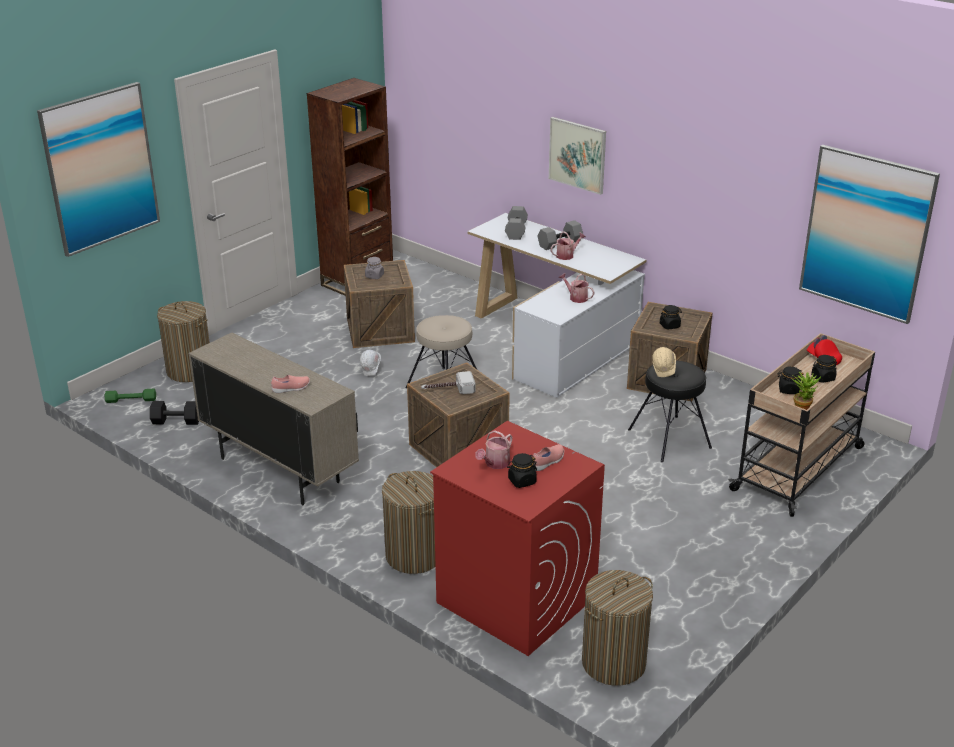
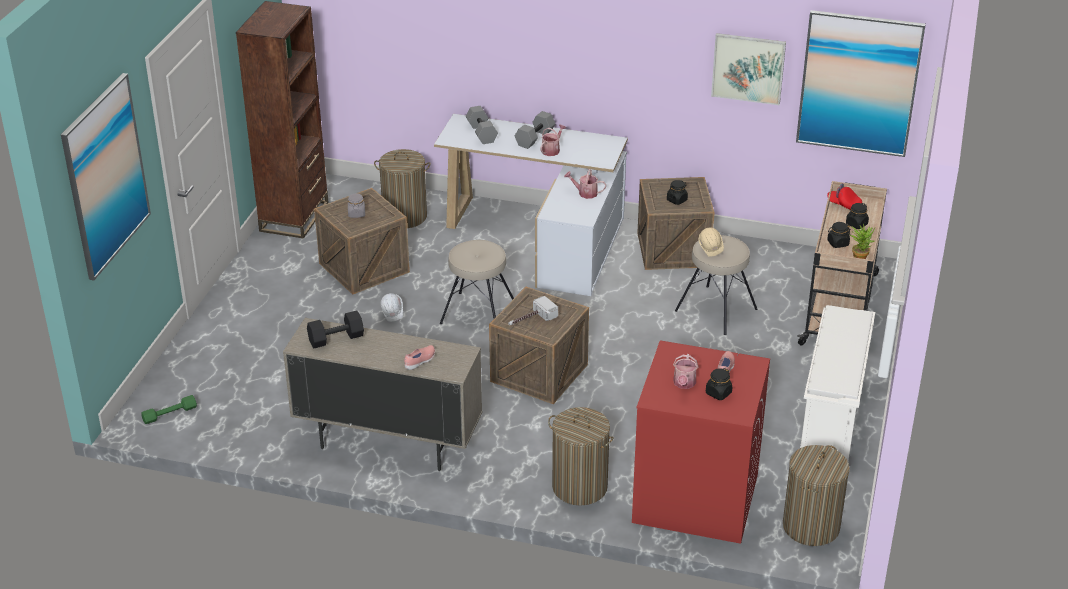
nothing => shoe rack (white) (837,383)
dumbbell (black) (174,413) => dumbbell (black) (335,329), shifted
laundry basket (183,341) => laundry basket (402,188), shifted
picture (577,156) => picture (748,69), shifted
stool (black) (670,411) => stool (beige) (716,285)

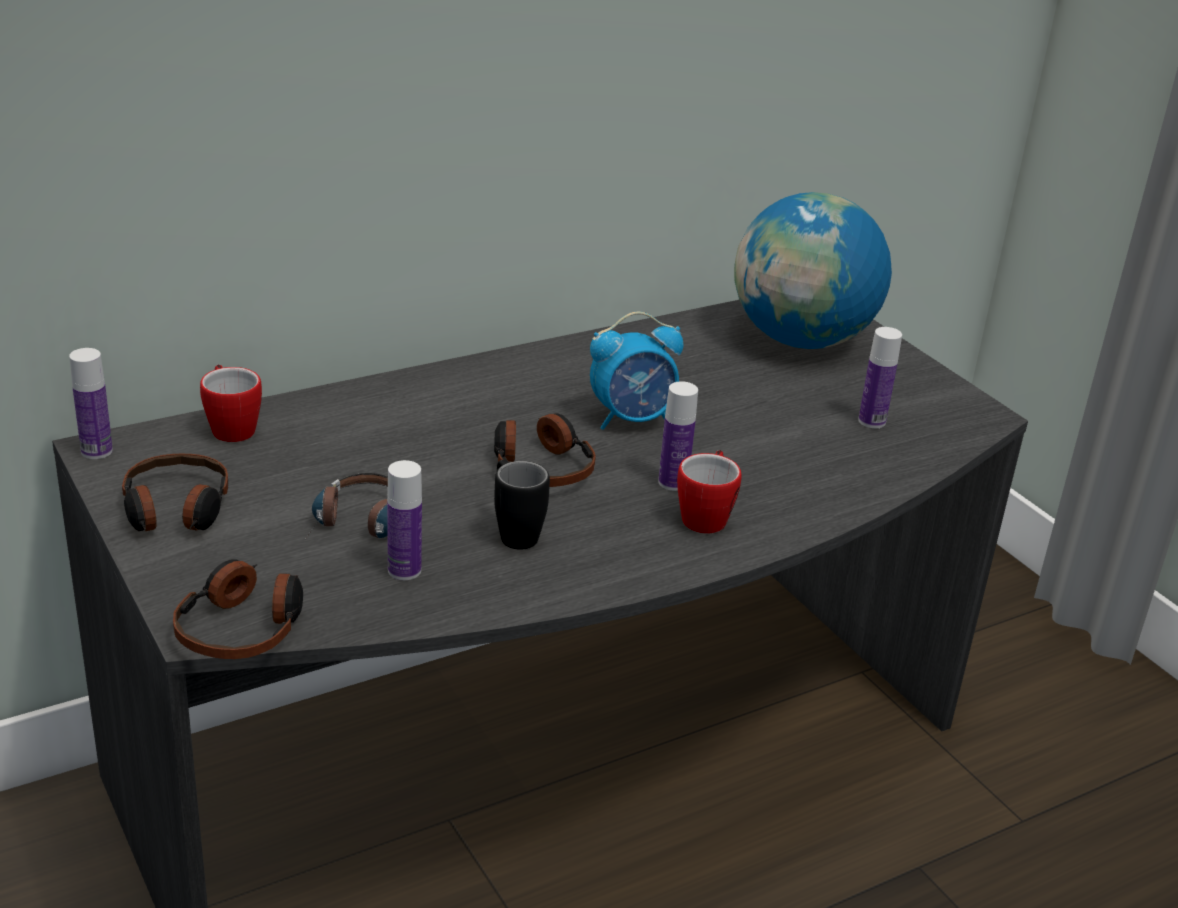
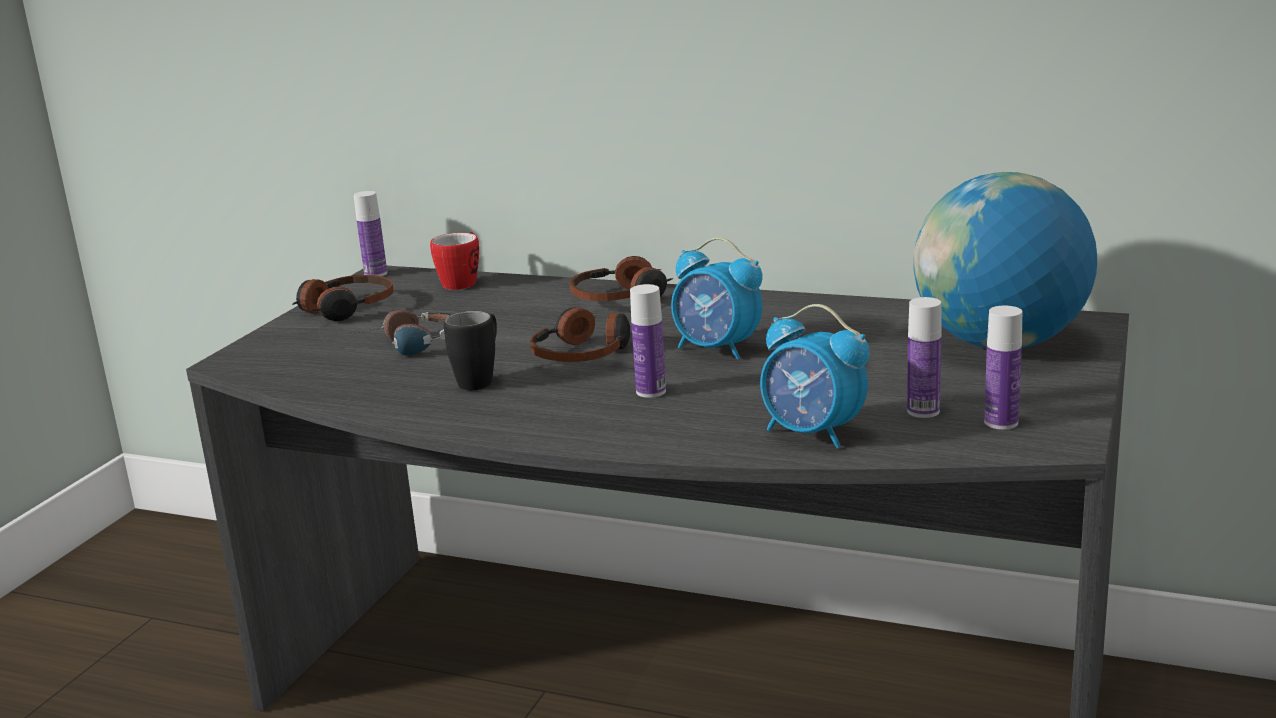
mug (709,492) => nothing
nothing => alarm clock (814,376)
headphones (238,609) => headphones (621,278), shifted
bottle (404,520) => bottle (1003,368), shifted

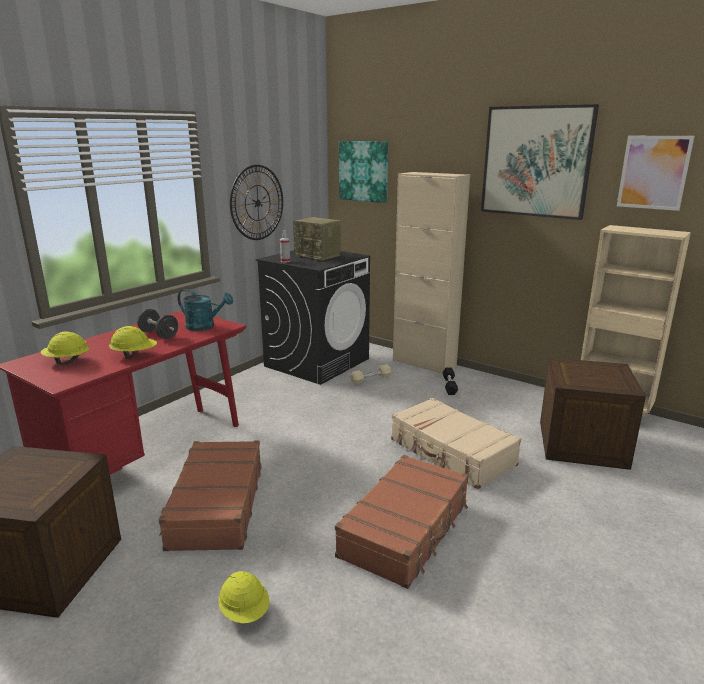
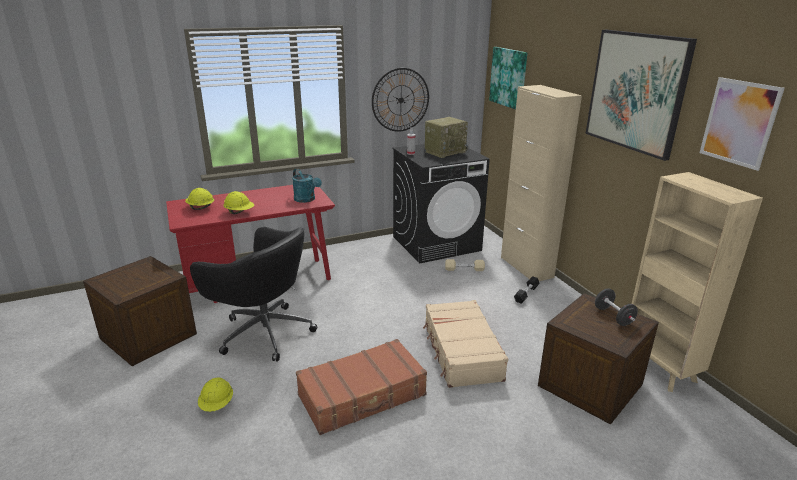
dumbbell (black) (157,324) => dumbbell (black) (616,307), shifted
suitcase (brown) (210,495) => office chair (black) (254,294)
radio (317,239) => radio (446,137), 105 degrees counterclockwise

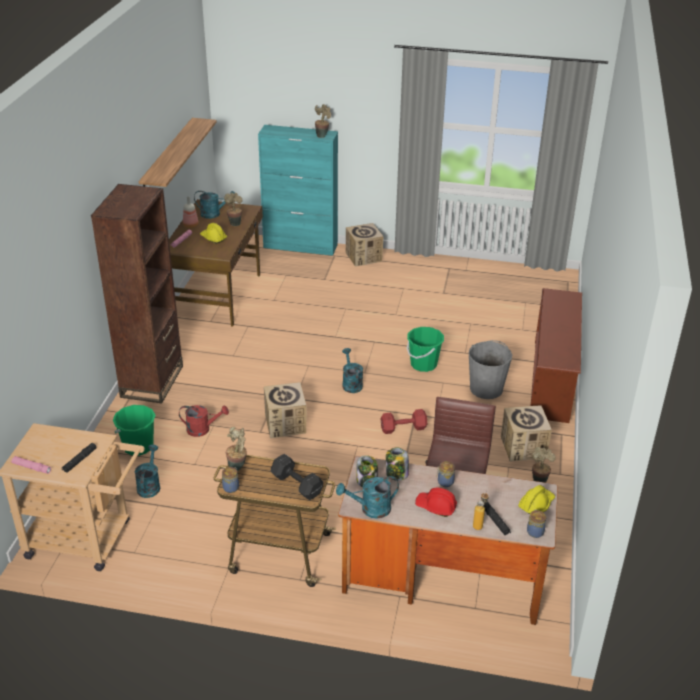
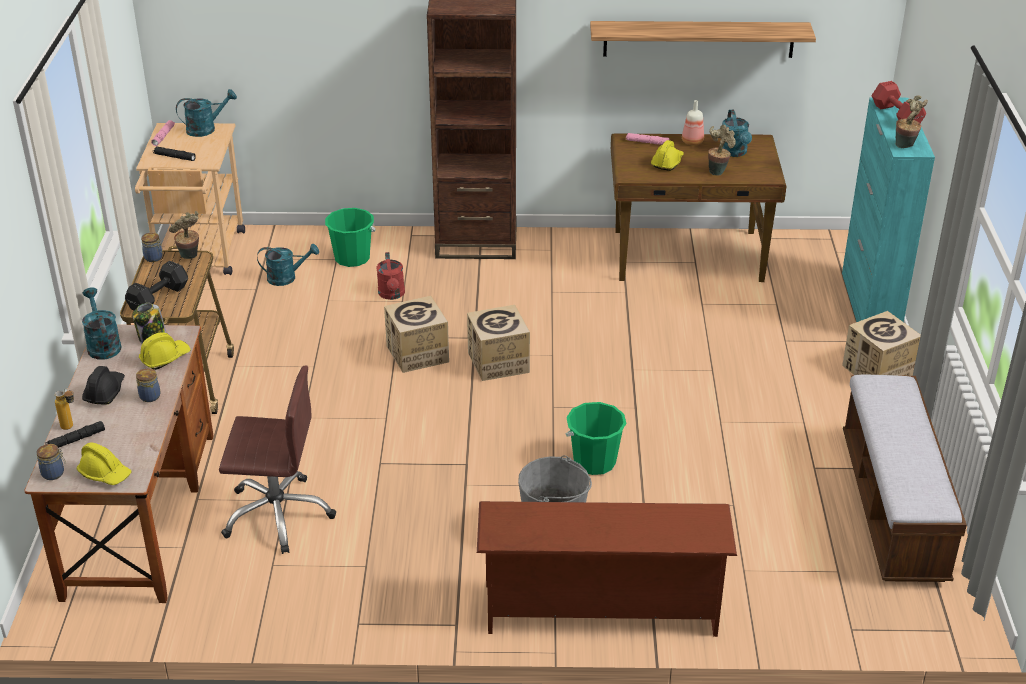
potted plant (544,465) => nothing
nothing => bench (905,478)
watering can (turquoise) (352,370) => watering can (turquoise) (206,113), shifted
dumbbell (red) (404,421) => dumbbell (red) (899,102), shifted
cardboard box (526,433) => cardboard box (498,343), shifted
jar (397,463) => hard hat (yellow) (165,351)
hard hat (red) (436,502) => hard hat (black) (103,385)

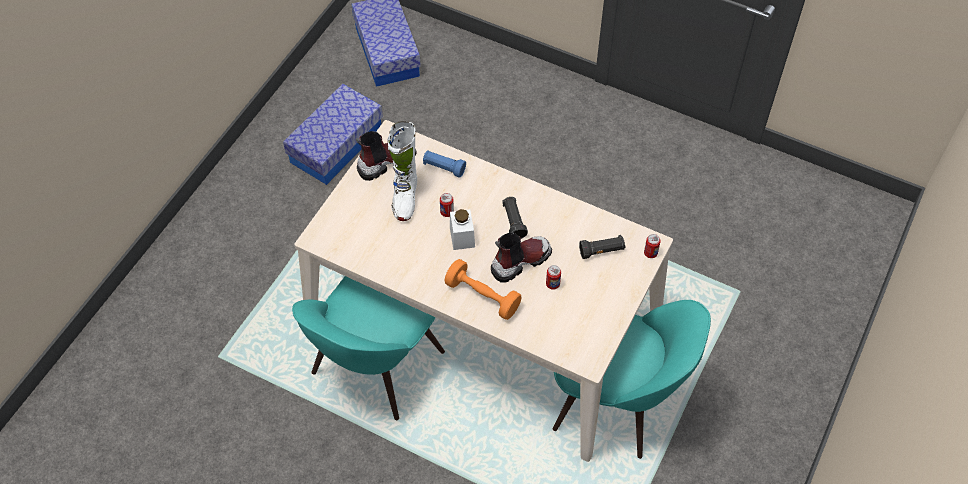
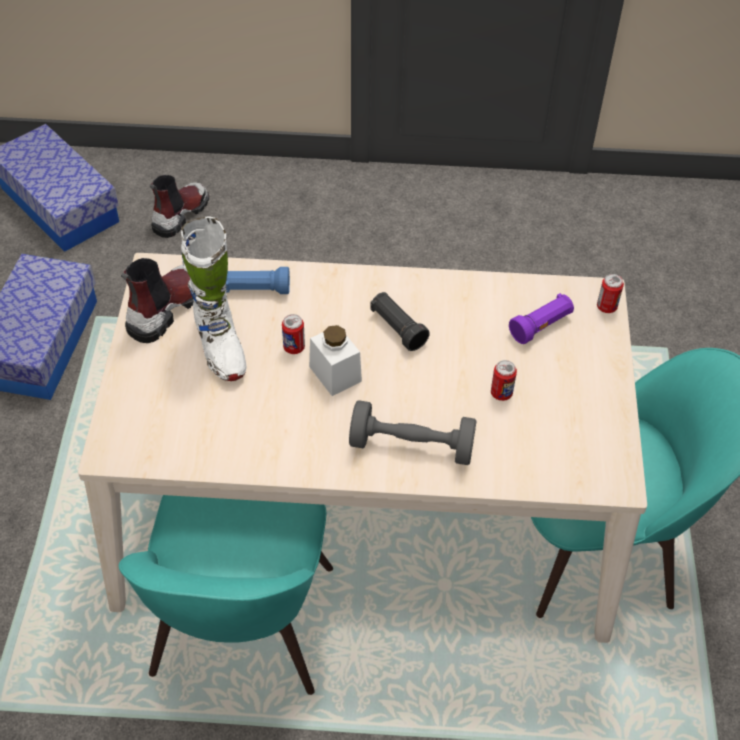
boot (521,257) => boot (179,206), shifted
dumbbell (orange) (483,289) => dumbbell (grey) (413,432)
flashlight (black) (602,247) => flashlight (purple) (541,318)

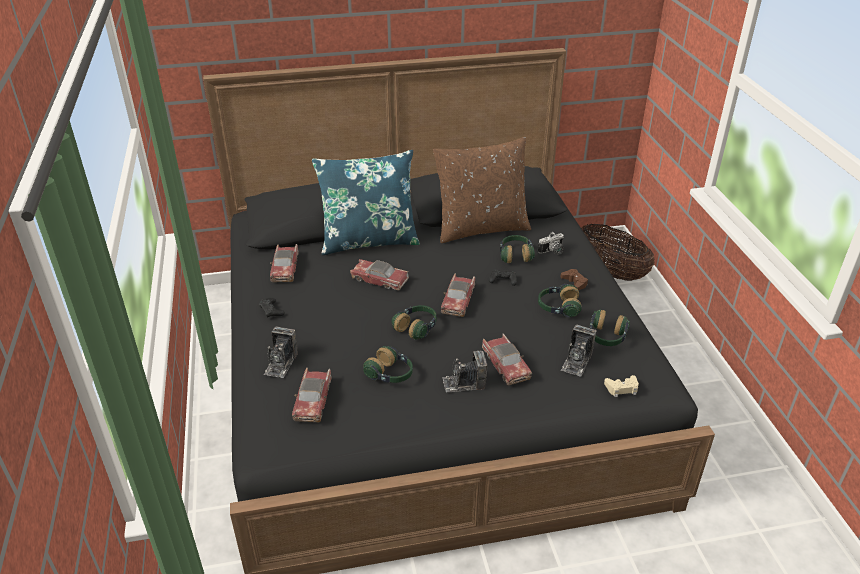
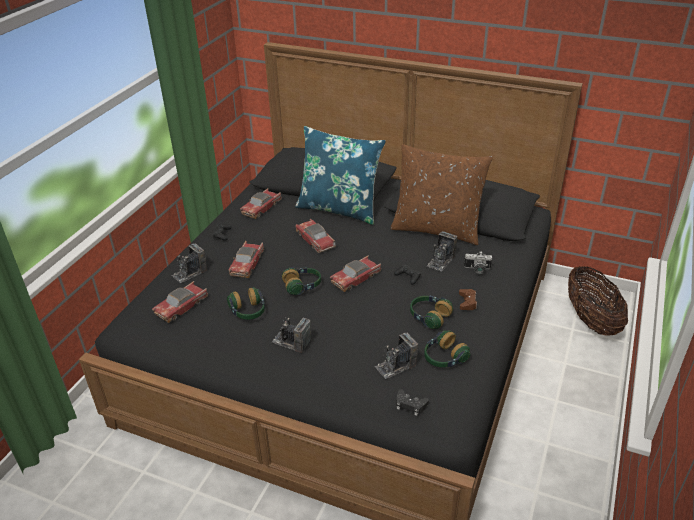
toy car (507,359) => toy car (246,259), shifted
headphones (517,249) => photo camera (442,251)
game controller (beige) (621,386) => game controller (black) (412,403)

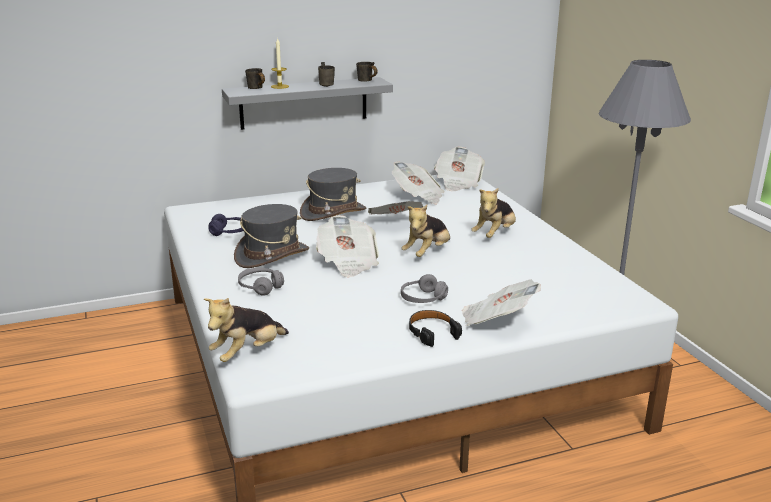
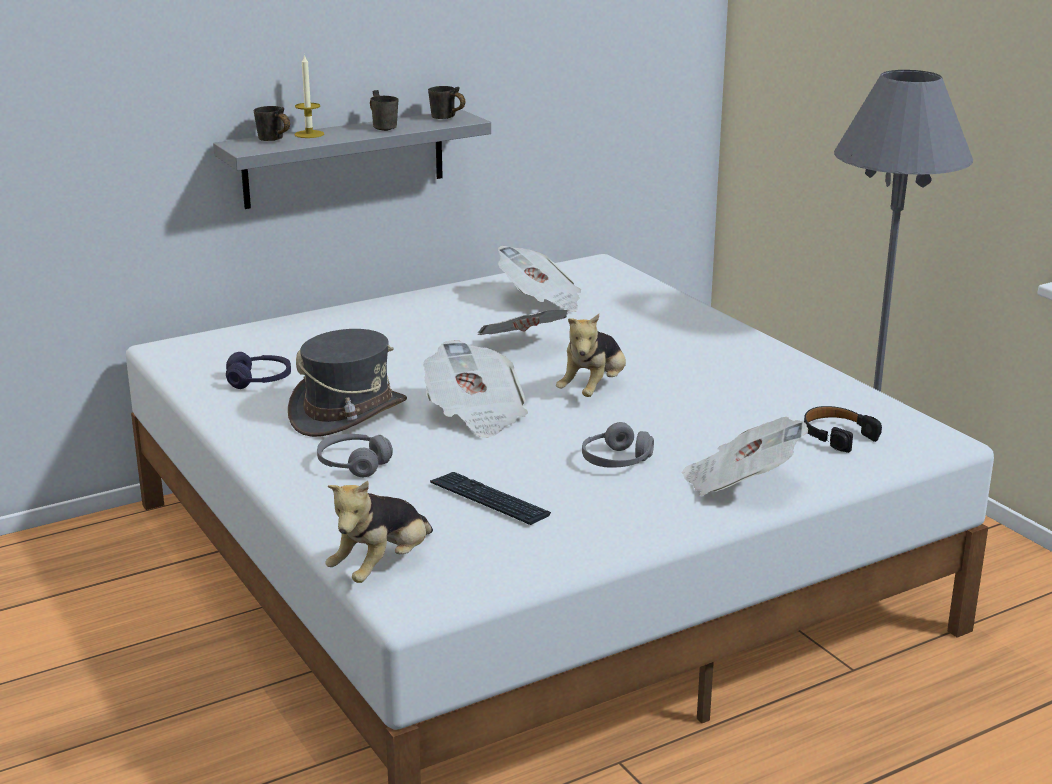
hat (grey) (333,194) => nothing
newspaper (459,169) => nothing
plush toy (493,213) => nothing
nothing => keyboard (490,498)
headphones (black) (435,328) => headphones (black) (843,429), shifted

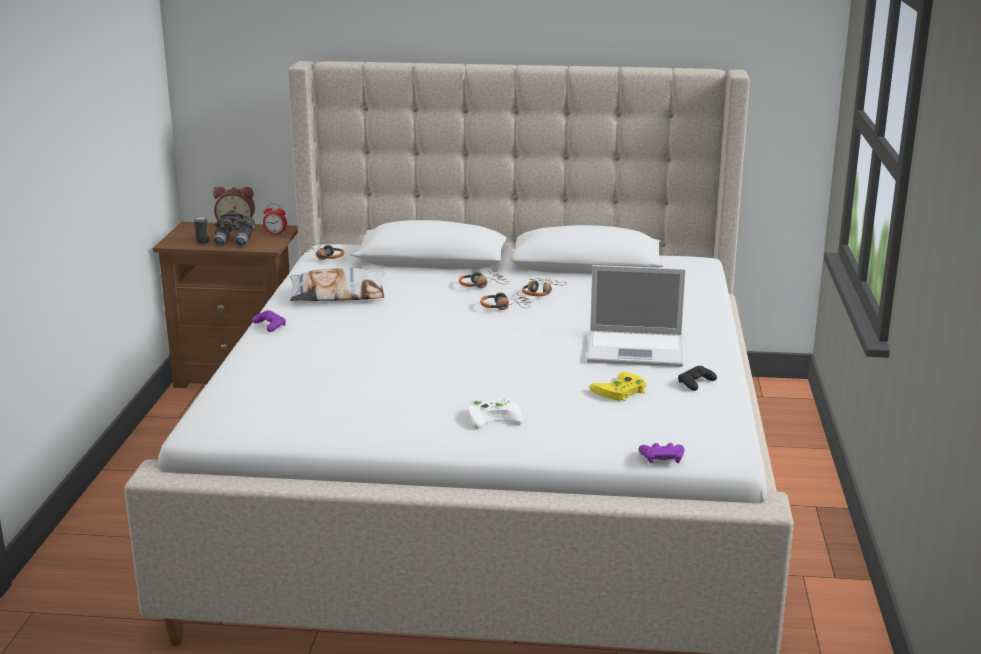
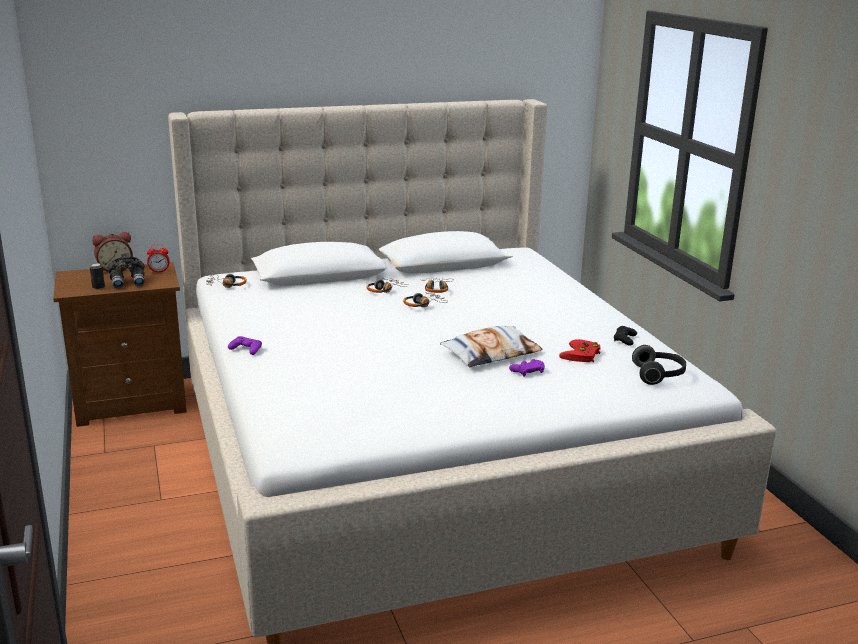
game controller (white) (496,413) => nothing
laptop (636,316) => nothing
nothing => headphones (659,365)
pillow (337,284) => pillow (491,346), shifted
game controller (purple) (661,453) => game controller (purple) (527,367), shifted
game controller (yellow) (618,386) => game controller (red) (580,350)

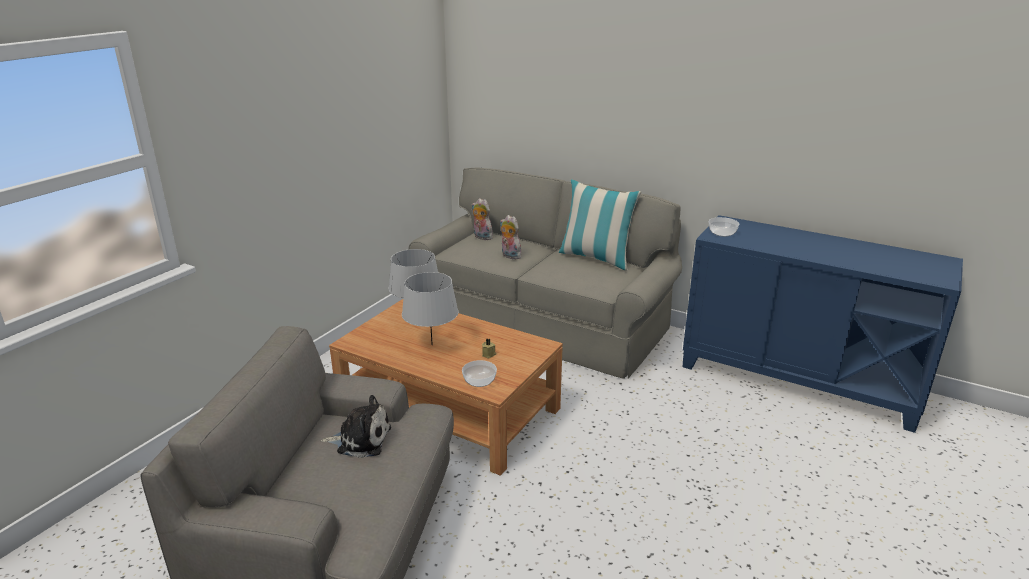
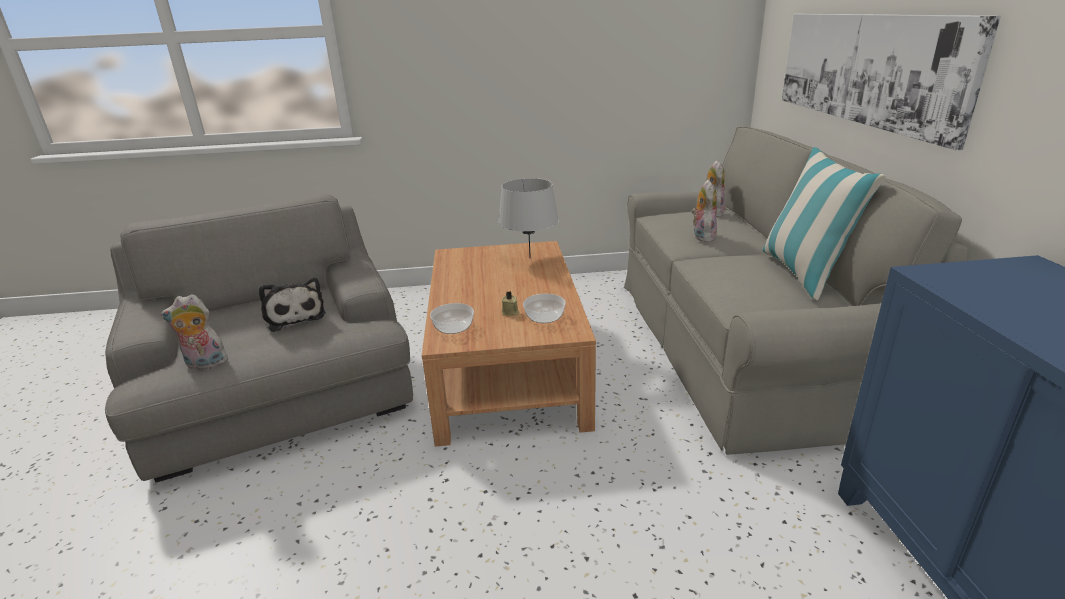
table lamp (grey) (430,308) => nothing
nothing => plush toy (194,332)
nothing => picture (891,82)
bowl (723,227) => bowl (544,308), shifted

